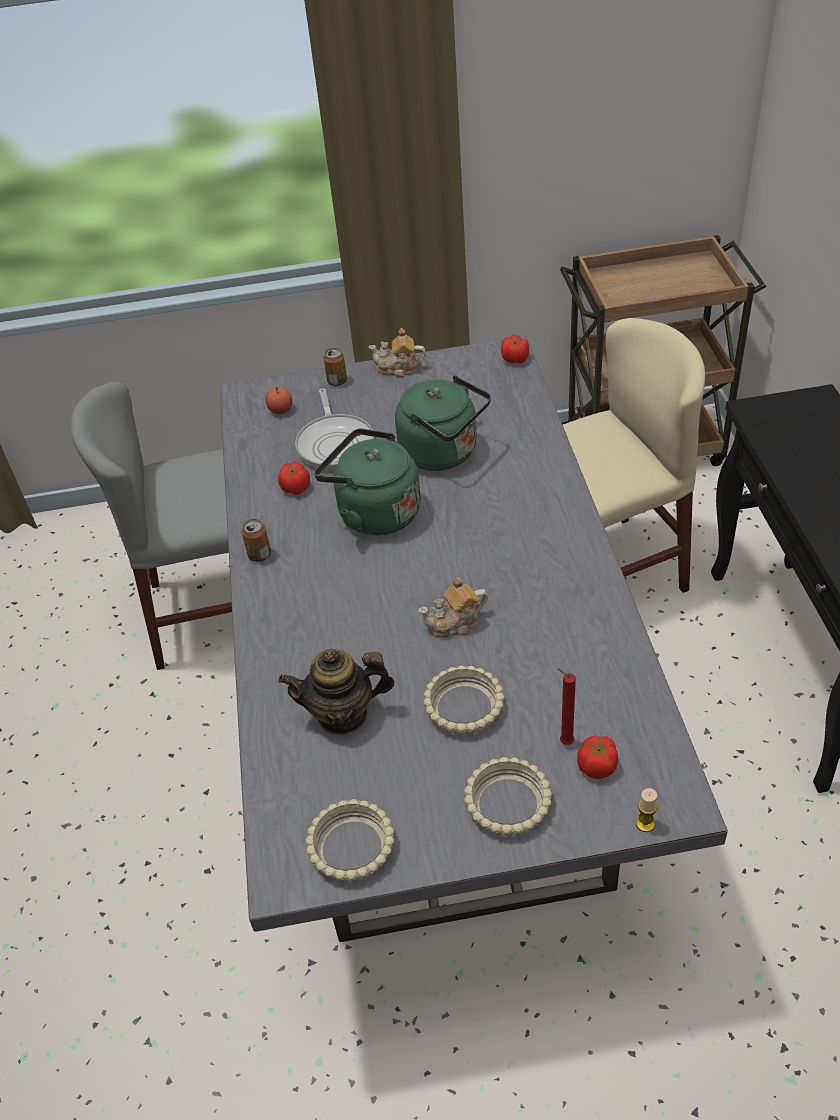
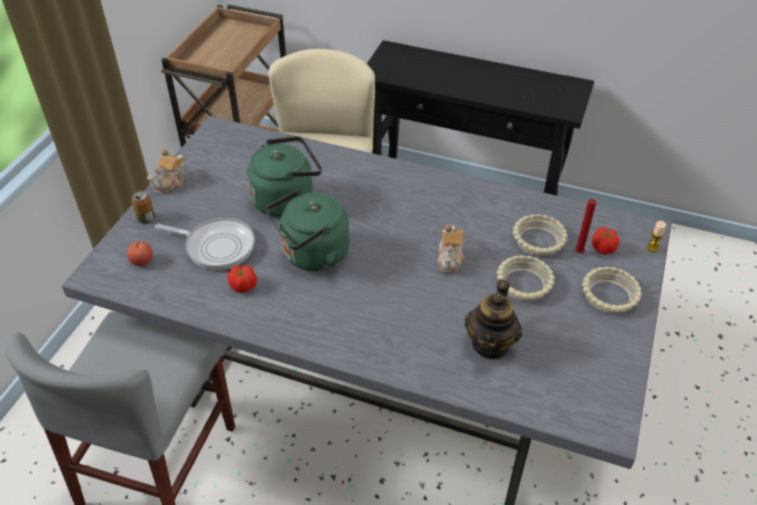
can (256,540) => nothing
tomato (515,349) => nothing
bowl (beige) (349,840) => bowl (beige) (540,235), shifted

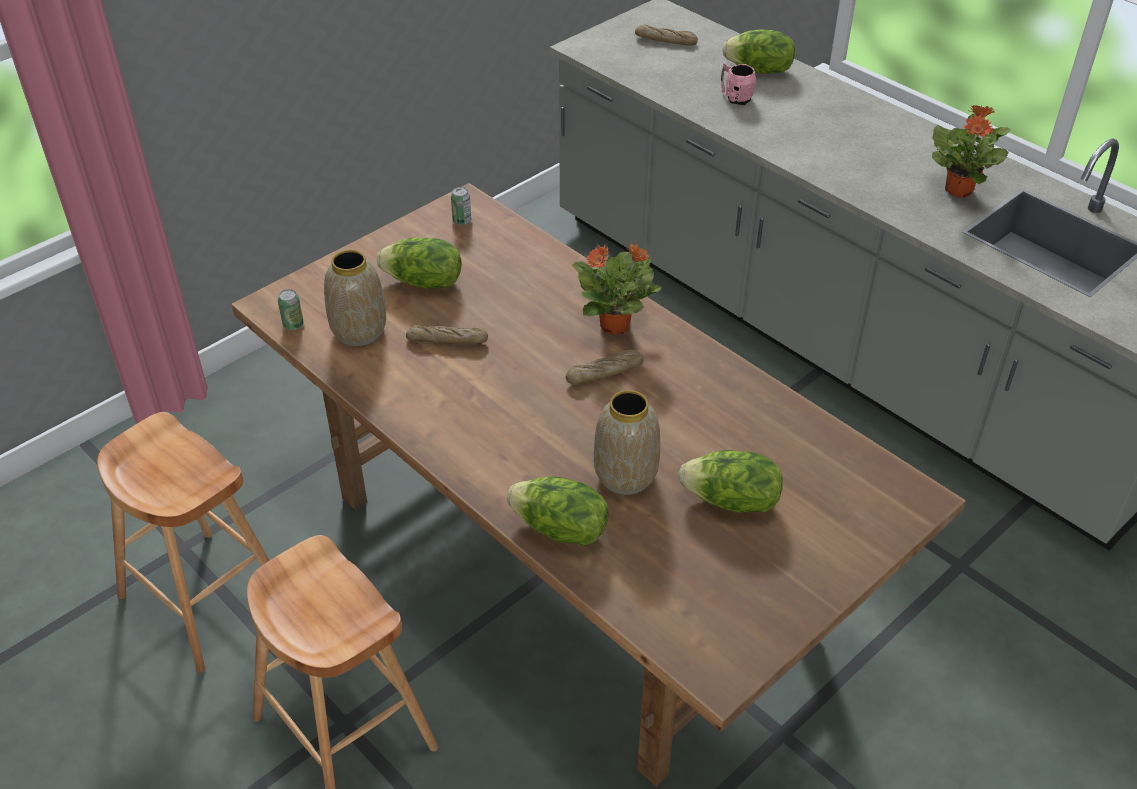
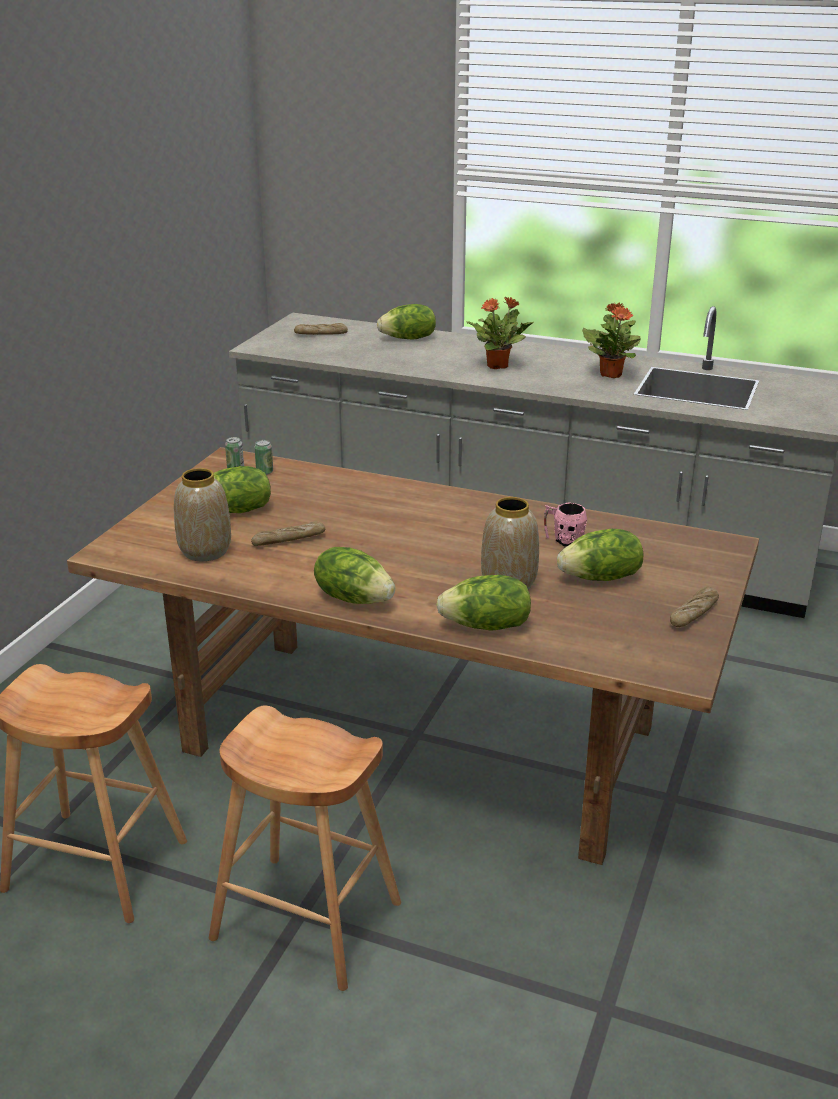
nothing => lettuce (354,575)
can (291,309) => can (263,457), shifted
bread (604,366) => bread (694,606), shifted
potted plant (616,288) => potted plant (500,332), shifted
mug (pink) (738,83) => mug (pink) (565,524), shifted

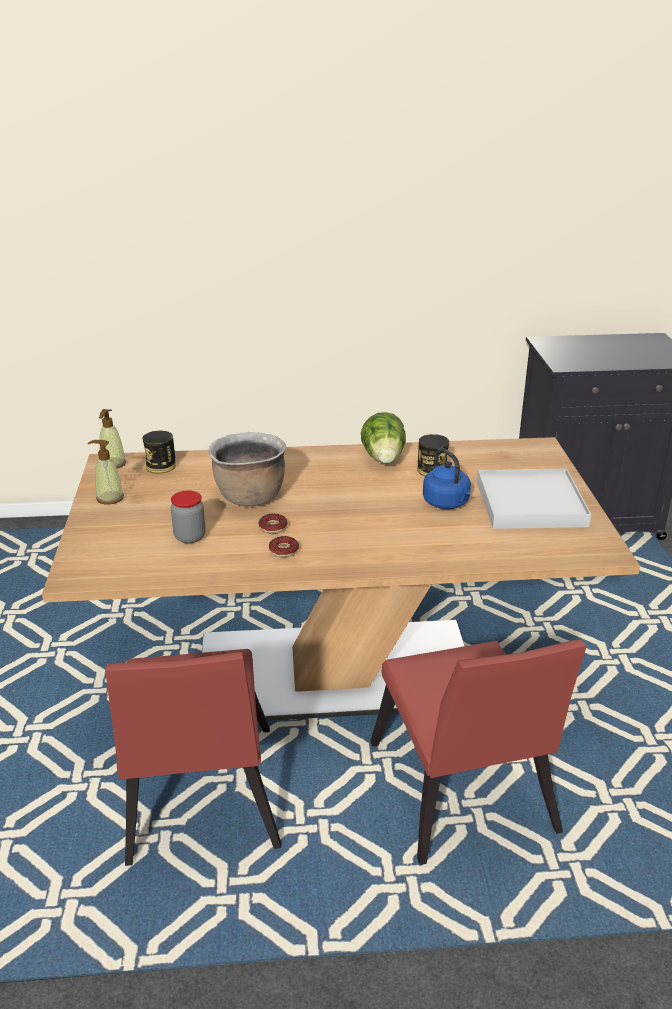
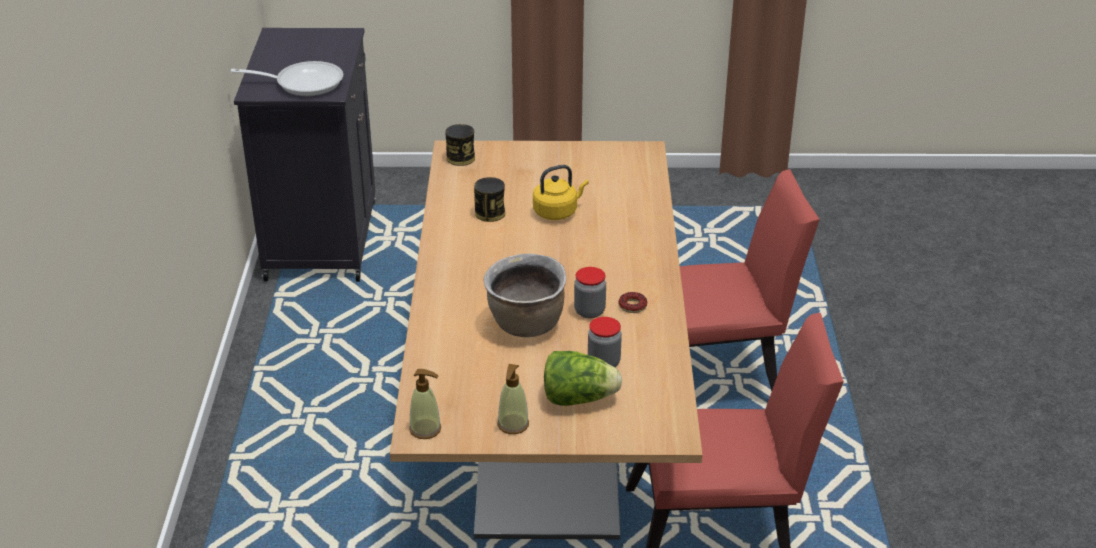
tray (white) (534,499) => nothing
nothing => frying pan (287,78)
can (159,452) => can (460,145), shifted
lettuce (383,438) => lettuce (583,378), shifted
donut (273,523) => jar (590,292)
kettle (blue) (447,478) => kettle (yellow) (561,192)

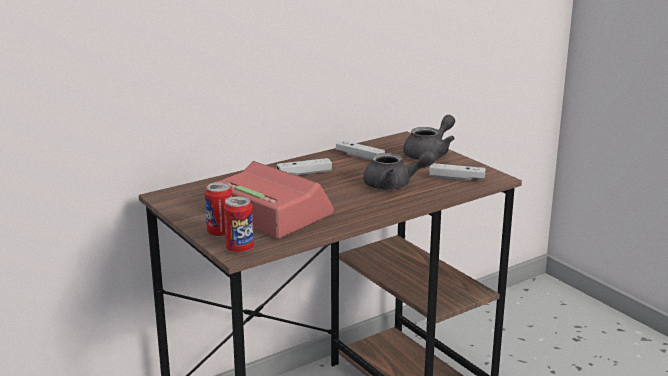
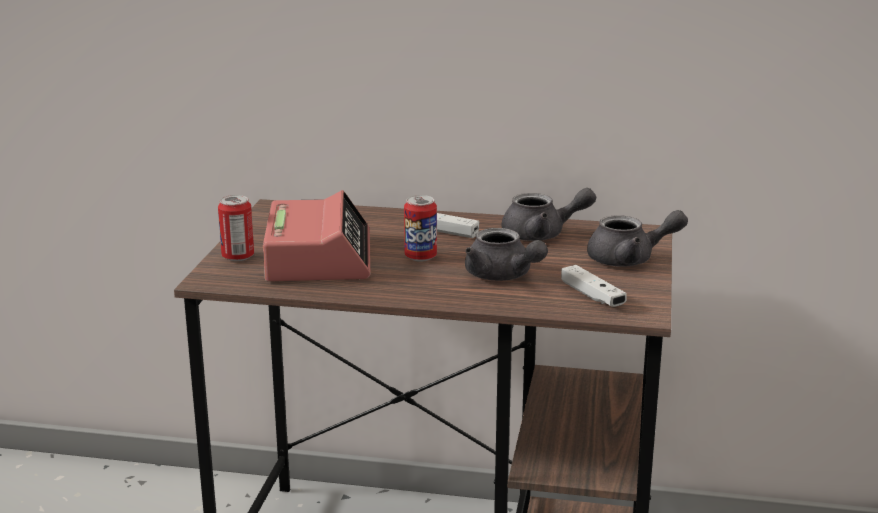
can (239,225) => can (420,228), shifted
game controller (white) (360,150) => teapot (grey) (548,214)

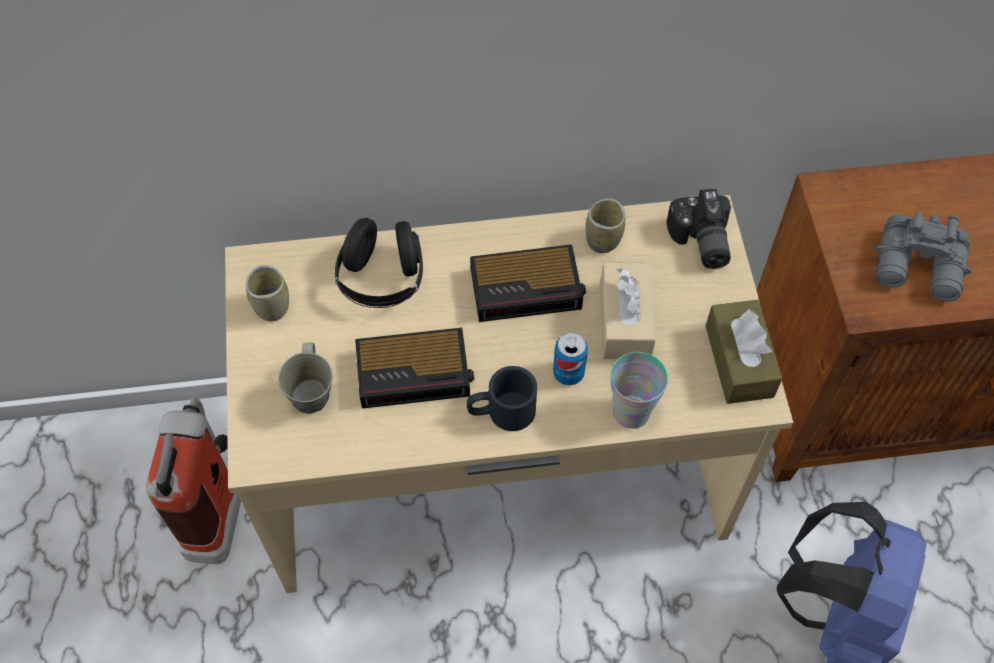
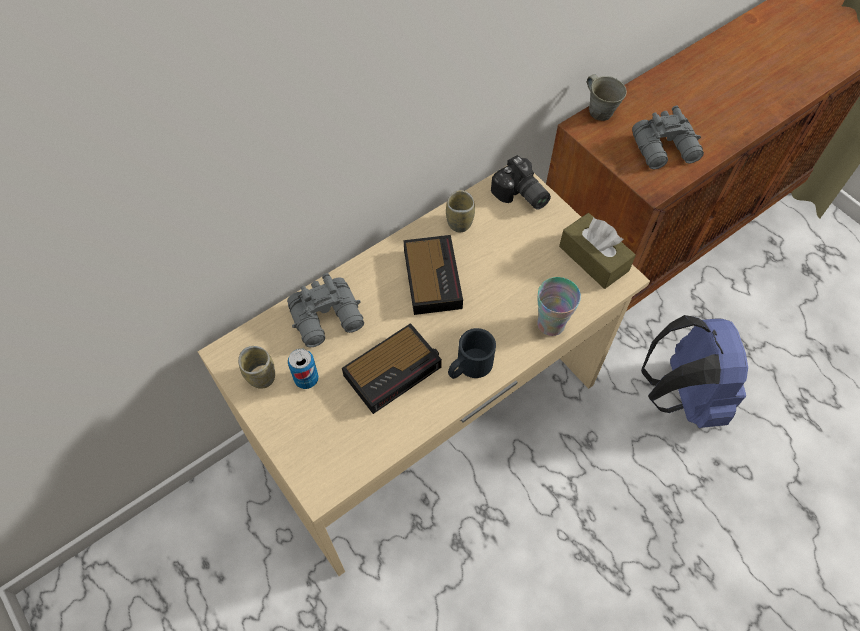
fire extinguisher (193,481) => nothing
tissue box (beige) (628,310) => nothing
mug (grey) (305,378) => mug (grey) (607,97), shifted
can (570,358) => can (303,369), shifted
headphones (black) (379,263) => binoculars (grey) (325,310)
alarm clock (528,283) => alarm clock (433,275), 60 degrees counterclockwise

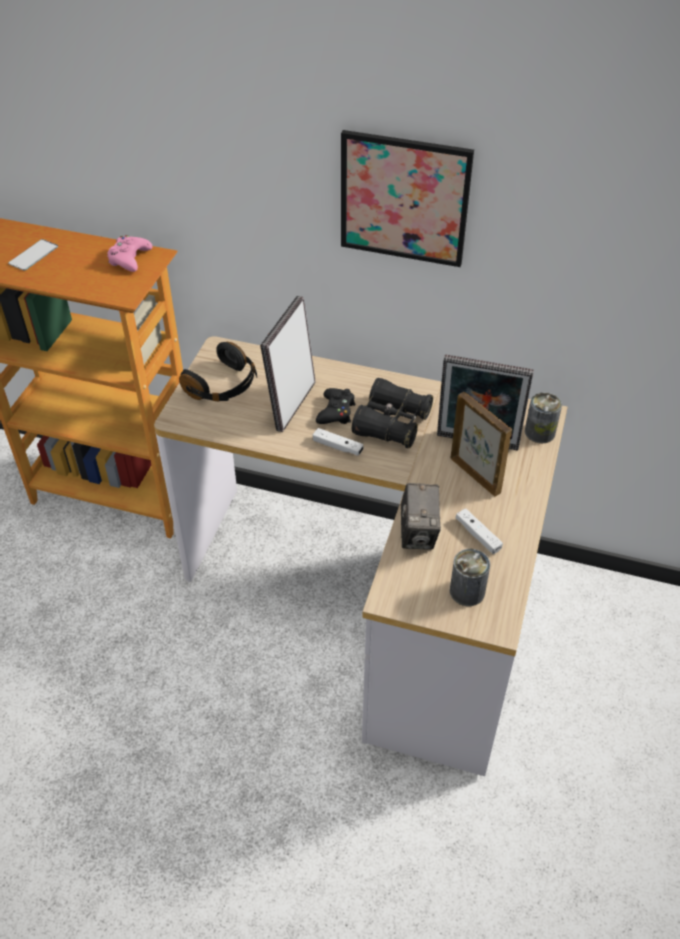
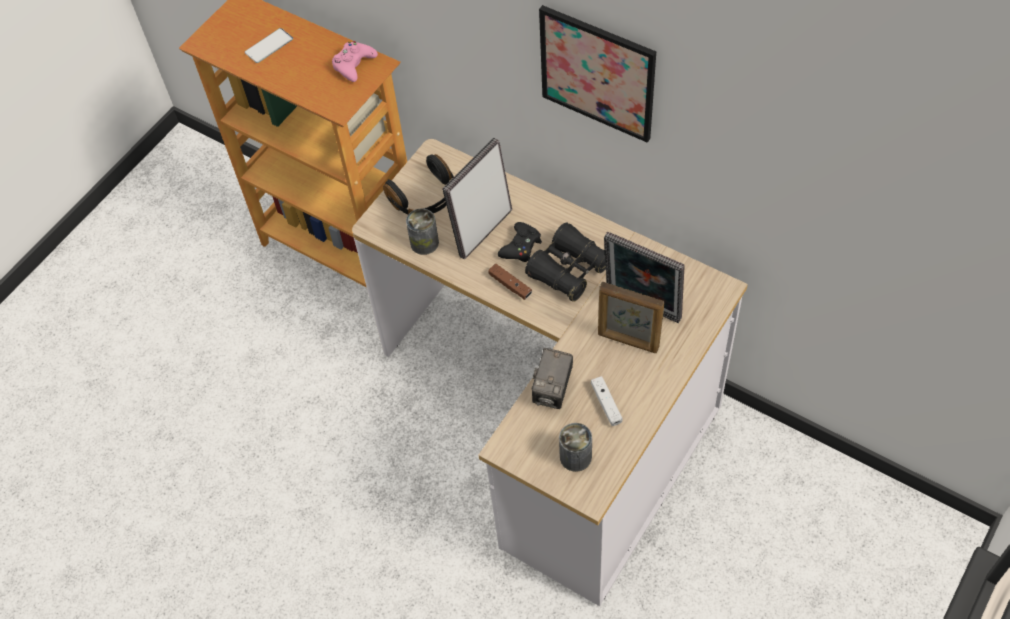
can (543,417) => can (422,231), shifted
game controller (white) (338,442) => game controller (brown) (510,282)
picture frame (481,444) => picture frame (631,317), 135 degrees clockwise

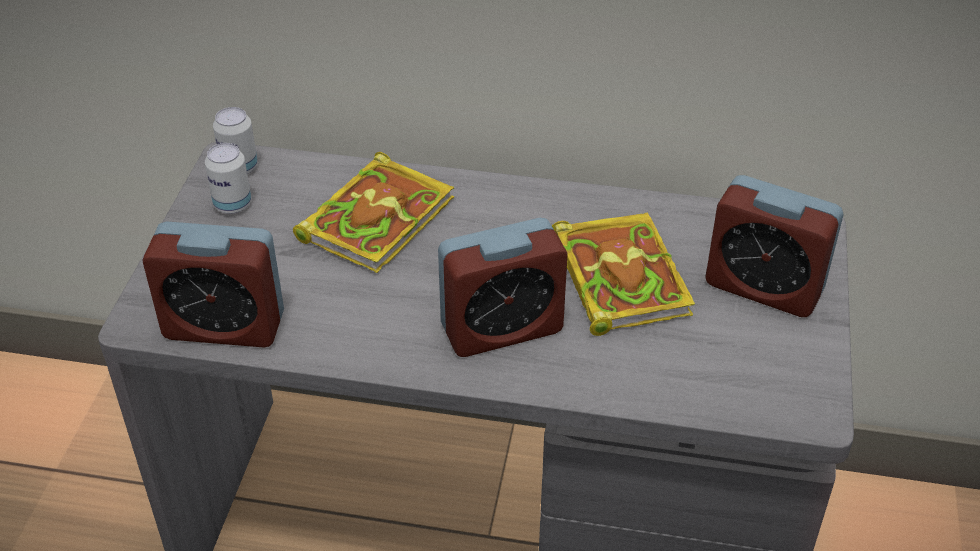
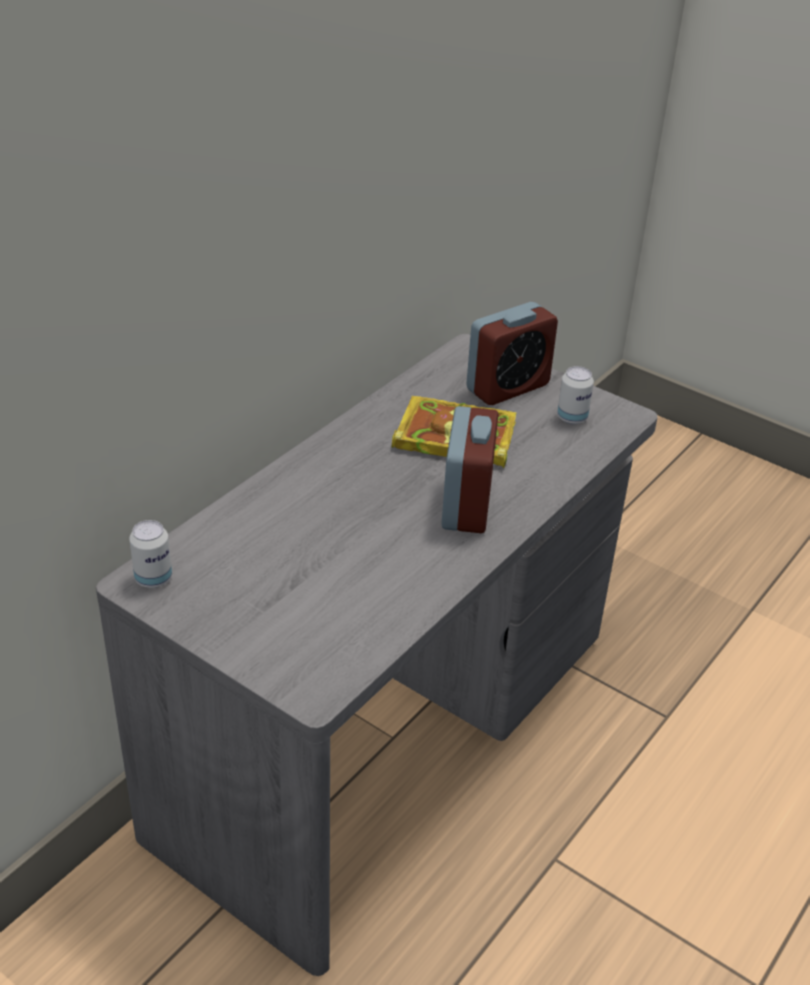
alarm clock (213,284) => nothing
book (373,212) => nothing
can (228,178) => can (575,395), shifted

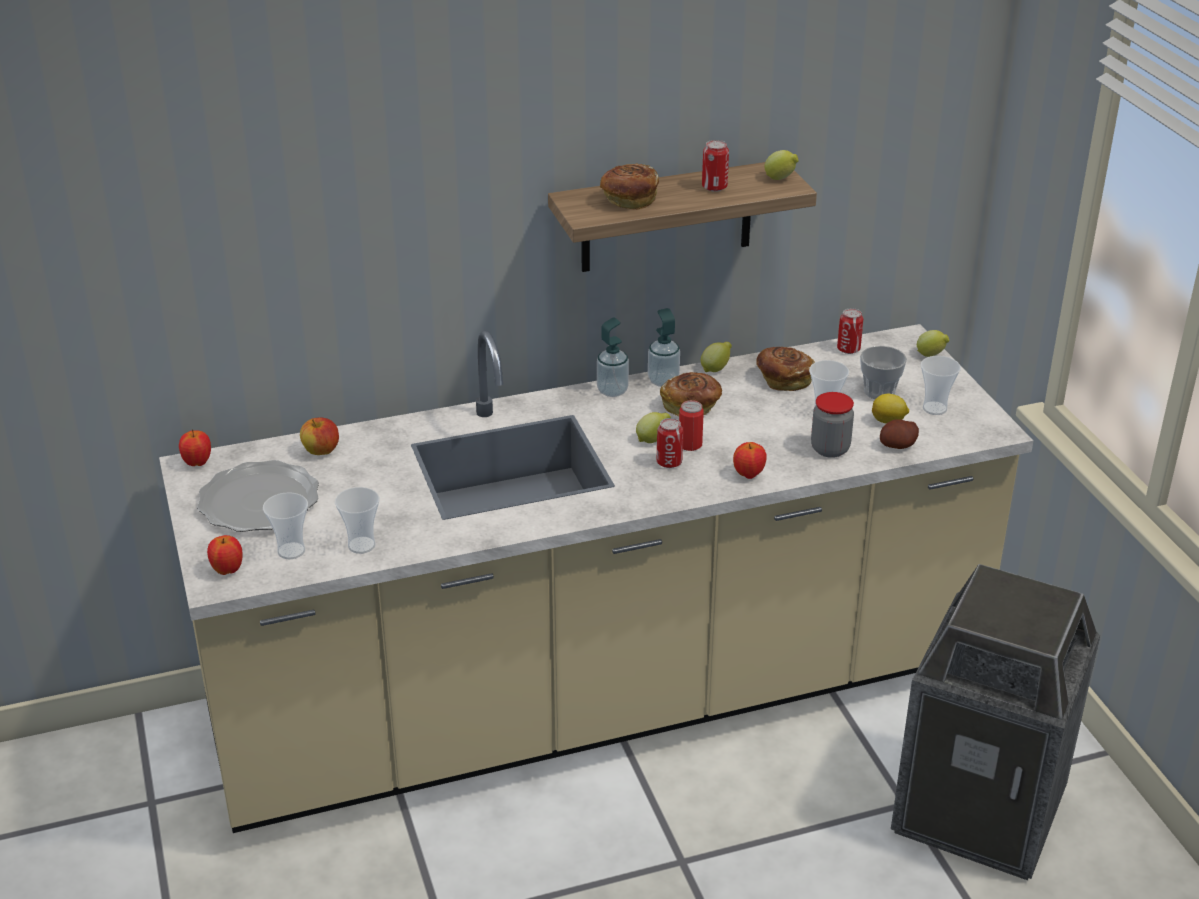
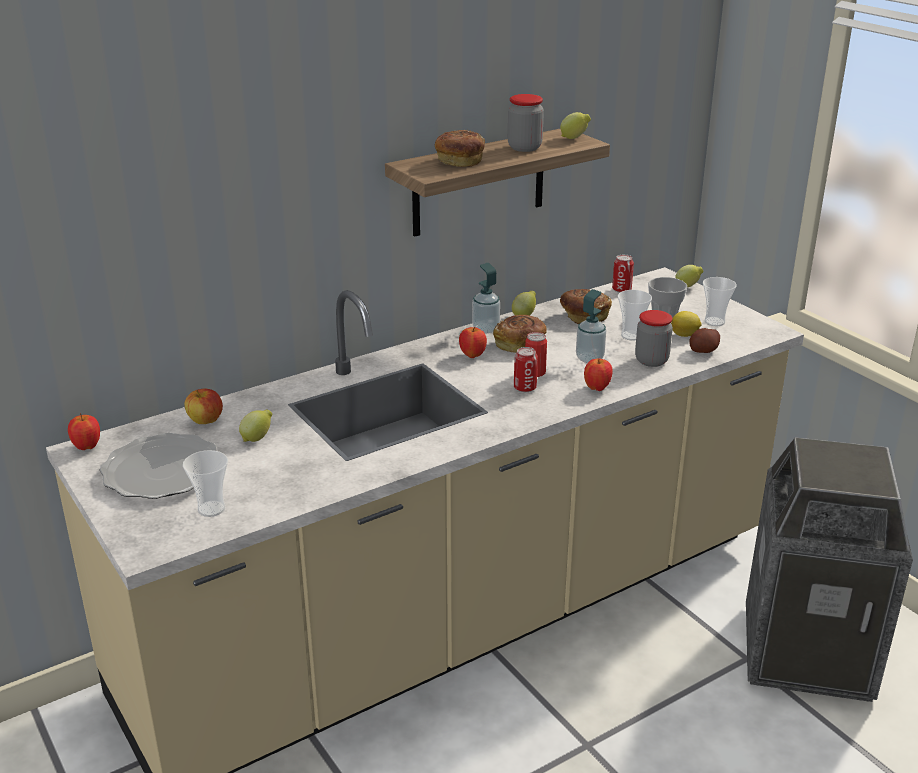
cup (357,520) => nothing
apple (224,555) => apple (473,342), shifted
soap dispenser (613,357) => soap dispenser (591,326), shifted
lemon (653,427) => lemon (255,426), shifted
can (715,166) => jar (526,123)

